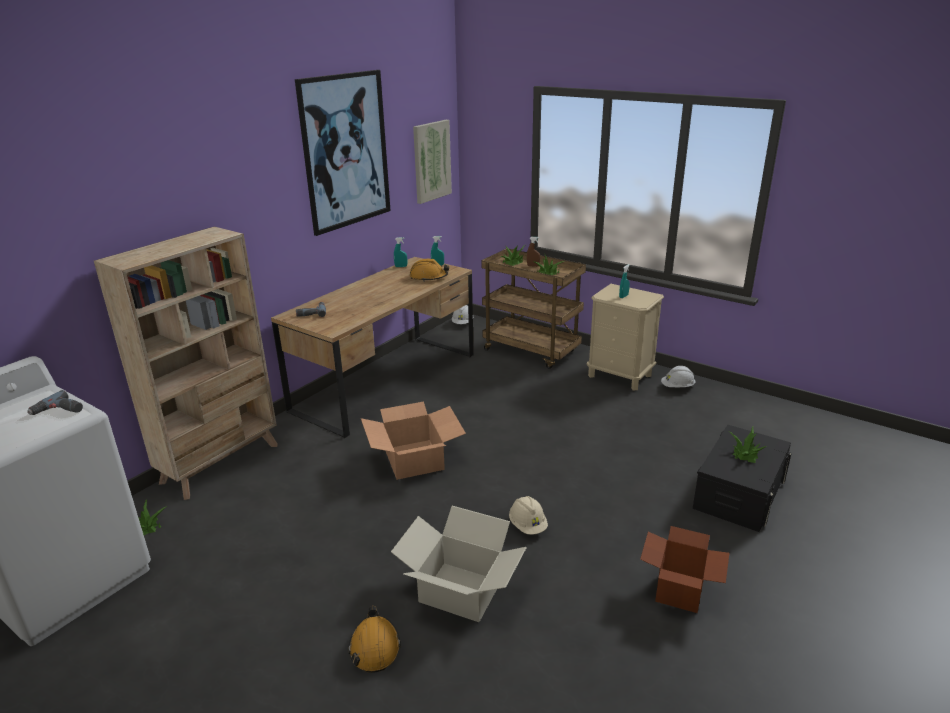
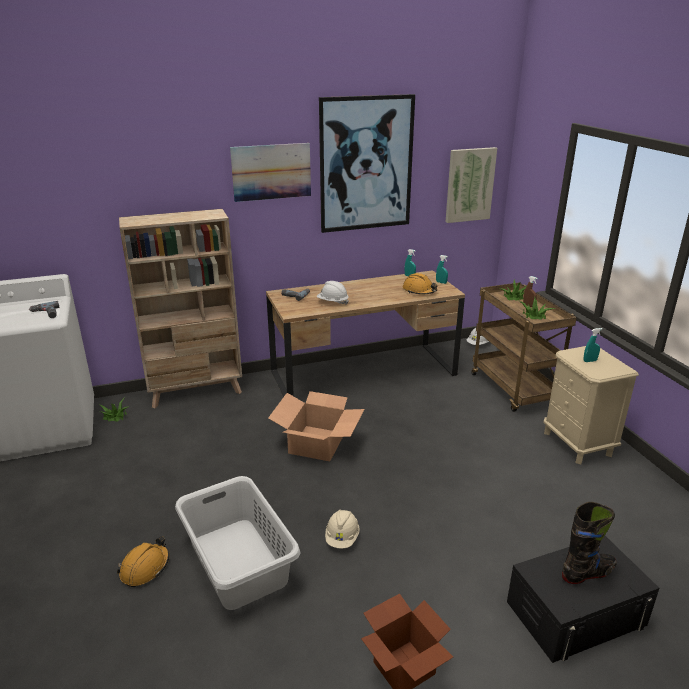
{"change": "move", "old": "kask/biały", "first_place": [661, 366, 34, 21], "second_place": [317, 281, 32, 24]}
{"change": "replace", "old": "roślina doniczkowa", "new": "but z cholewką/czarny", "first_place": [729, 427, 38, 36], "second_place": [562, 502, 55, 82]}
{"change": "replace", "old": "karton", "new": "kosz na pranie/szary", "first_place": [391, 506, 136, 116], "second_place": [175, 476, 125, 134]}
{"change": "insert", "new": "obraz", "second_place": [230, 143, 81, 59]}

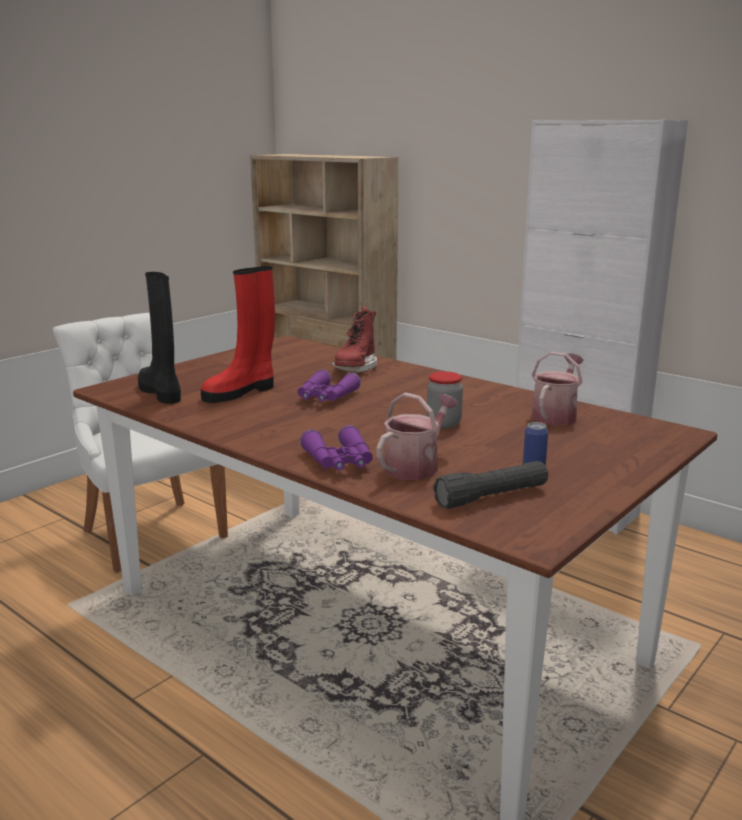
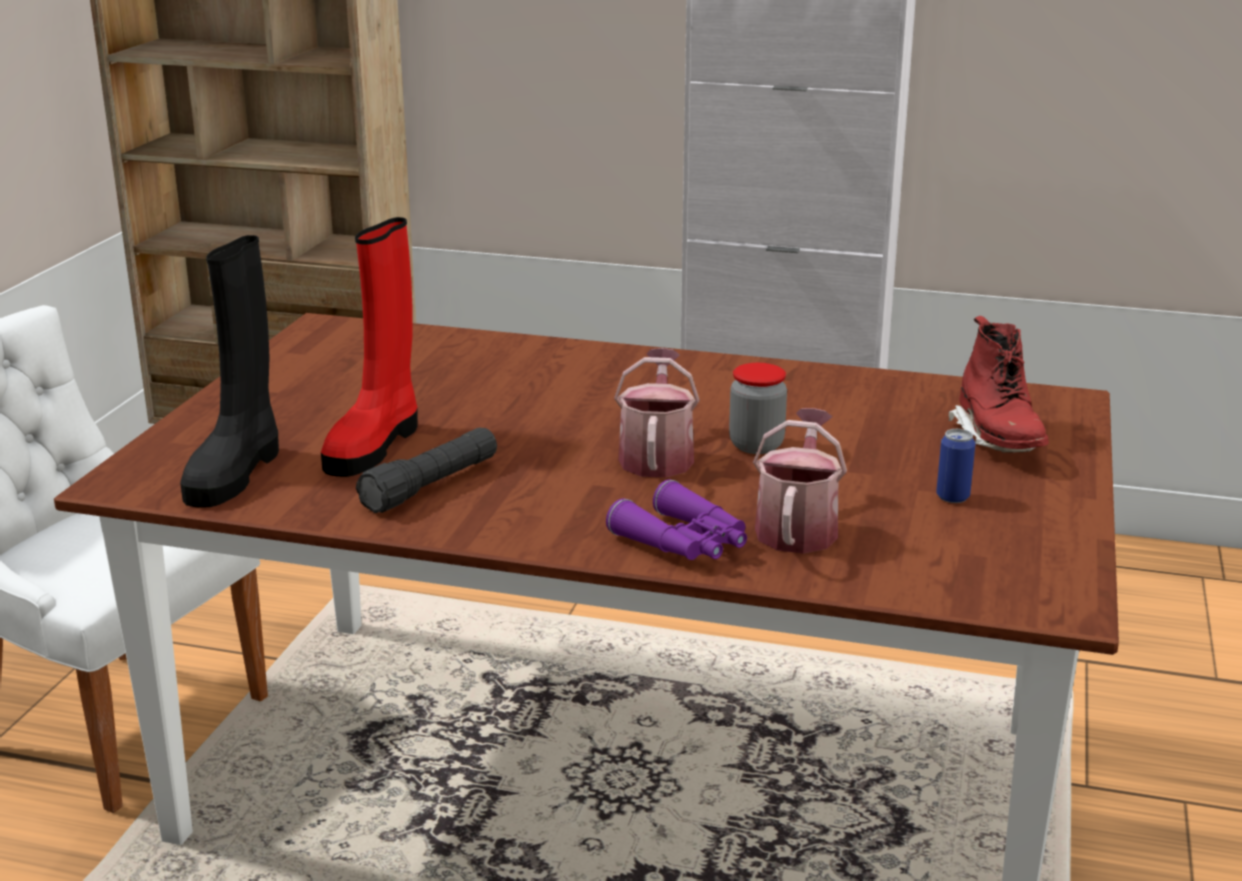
{"change": "rotate", "old": "but z cholewką/czarny", "first_place": [138, 272, 43, 132], "second_place": [180, 235, 99, 273], "degrees": -105}
{"change": "move", "old": "but z cholewką/czerwony", "first_place": [332, 307, 45, 66], "second_place": [948, 316, 101, 137]}
{"change": "move", "old": "konewka", "first_place": [531, 352, 53, 73], "second_place": [614, 348, 86, 130]}
{"change": "delete", "old": "lornetka/fioletowy", "first_place": [298, 370, 63, 32]}
{"change": "move", "old": "latarka/czarny", "first_place": [433, 461, 115, 48], "second_place": [356, 428, 141, 85]}

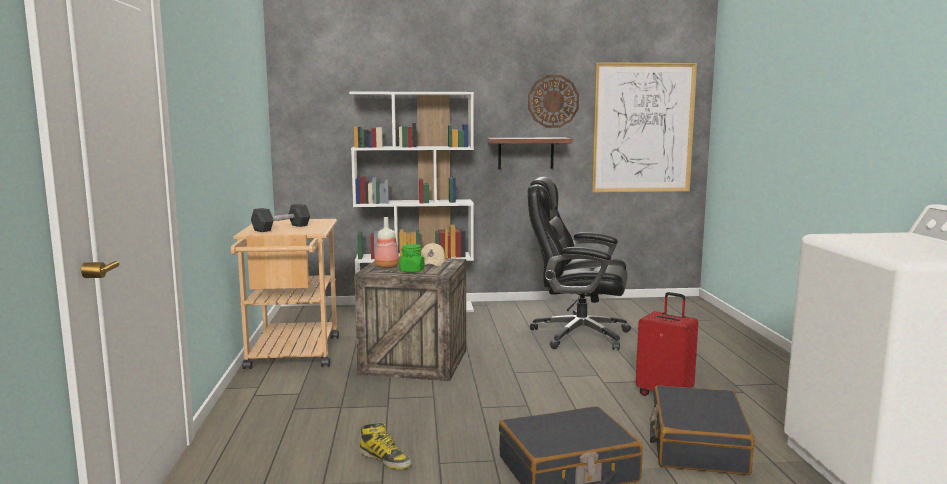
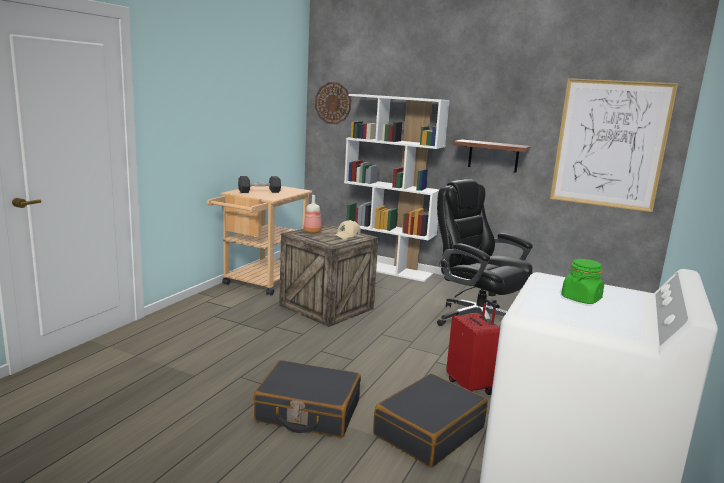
{"change": "move", "old": "zegar ścienny", "first_place": [528, 75, 51, 53], "second_place": [315, 82, 36, 42]}
{"change": "move", "old": "słoik/zielony", "first_place": [399, 244, 26, 29], "second_place": [561, 259, 43, 45]}
{"change": "delete", "old": "but z cholewką", "first_place": [359, 422, 53, 47]}

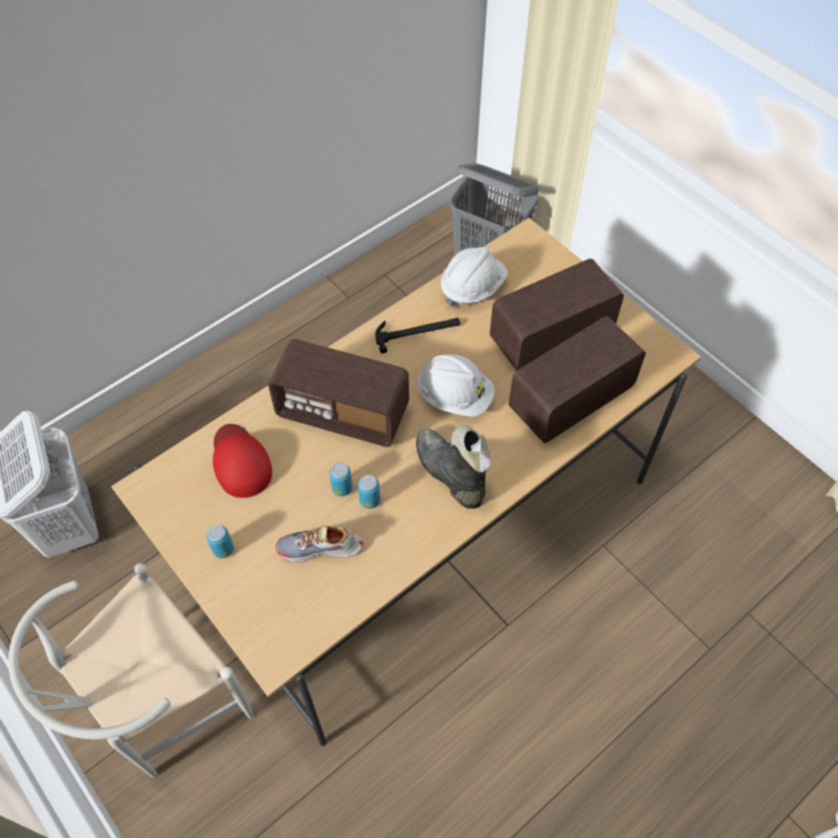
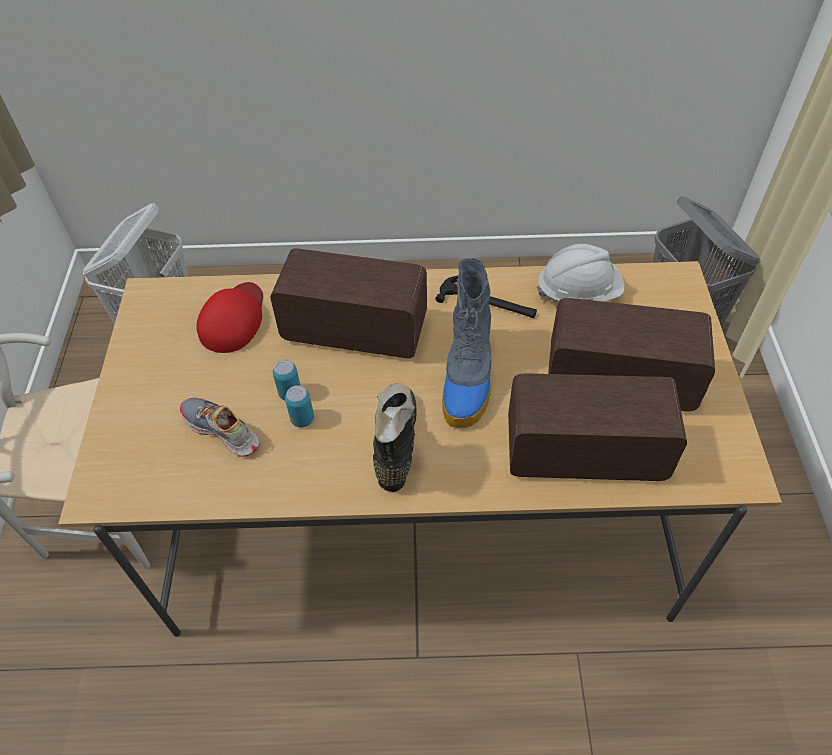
{"change": "rotate", "old": "radio", "first_place": [268, 339, 141, 108], "second_place": [270, 248, 157, 110], "degrees": 135}
{"change": "replace", "old": "kask/biały", "new": "but z cholewką", "first_place": [417, 354, 77, 63], "second_place": [442, 258, 49, 170]}
{"change": "delete", "old": "puszka", "first_place": [206, 524, 28, 34]}

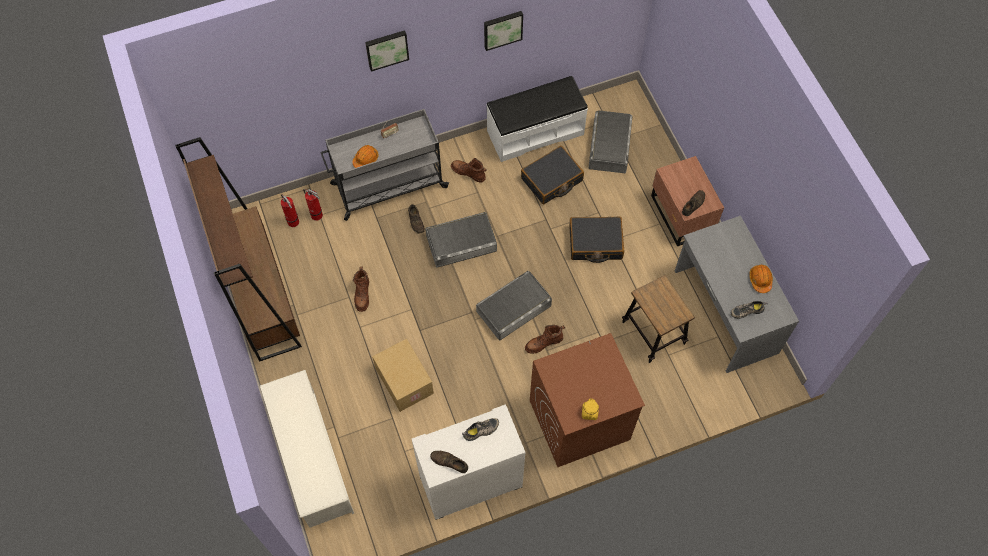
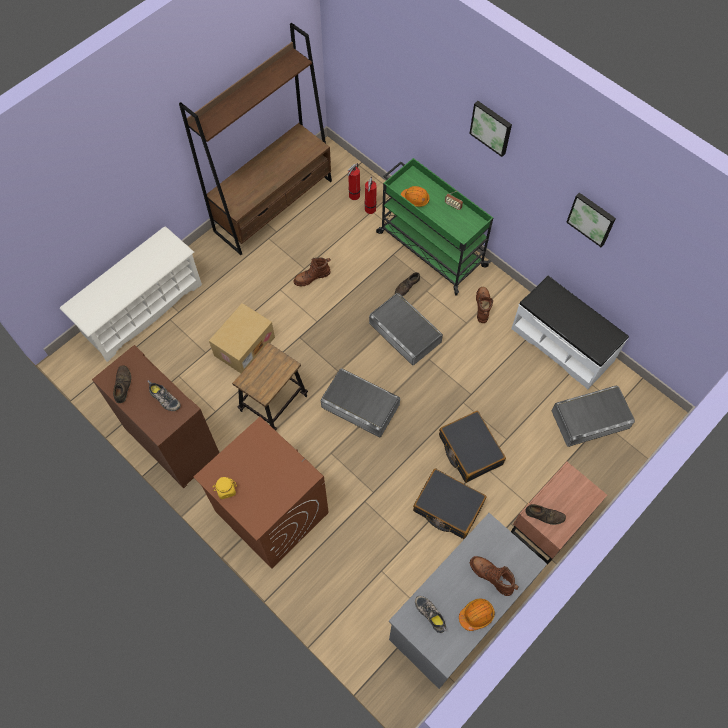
{"change": "recolor", "old": "wózek/szary", "new": "wózek/zielony", "first_place": [320, 109, 129, 112], "second_place": [376, 158, 117, 138]}
{"change": "move", "old": "walizka/czarny", "first_place": [521, 146, 63, 58], "second_place": [413, 468, 74, 71]}
{"change": "move", "old": "stołek", "first_place": [622, 275, 73, 88], "second_place": [232, 342, 76, 89]}
{"change": "move", "old": "but z cholewką/brązowy", "first_place": [525, 325, 40, 29], "second_place": [470, 556, 49, 40]}
{"change": "recolor", "old": "szafka/biały", "new": "szafka/brązowy", "first_place": [412, 404, 113, 116], "second_place": [92, 345, 127, 143]}

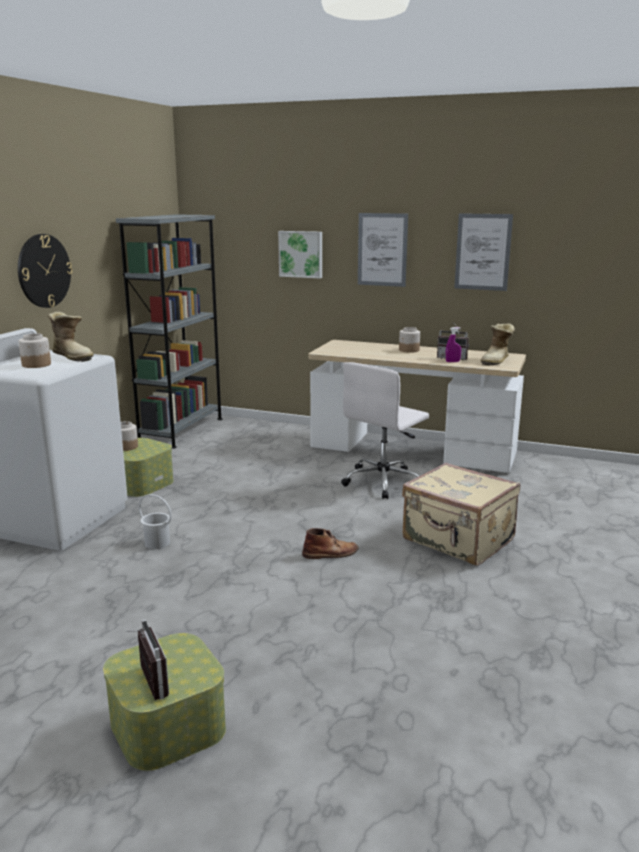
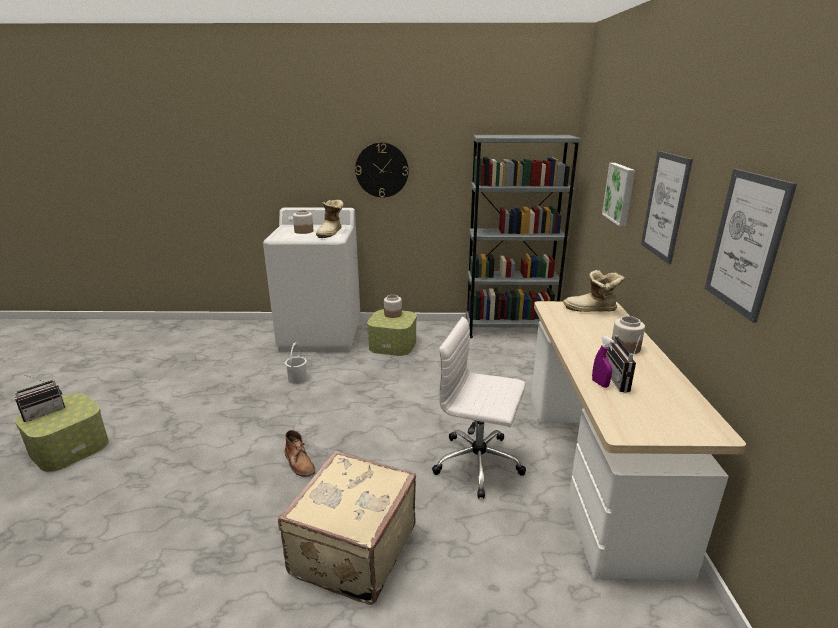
{"change": "move", "old": "but z cholewką", "first_place": [481, 323, 34, 43], "second_place": [563, 270, 62, 42]}

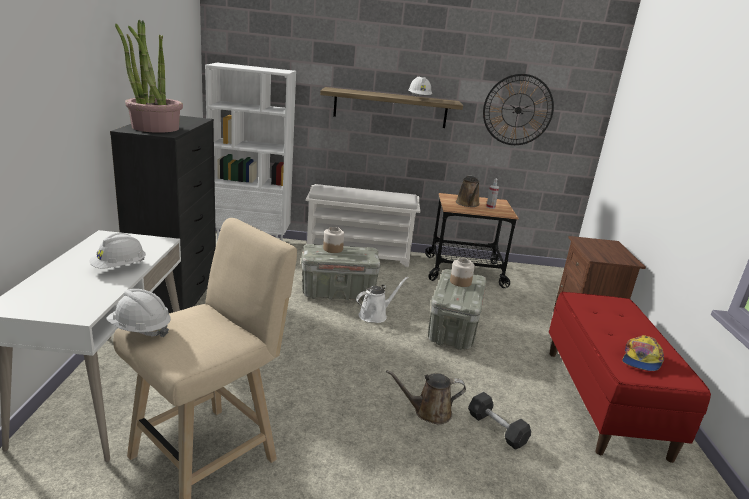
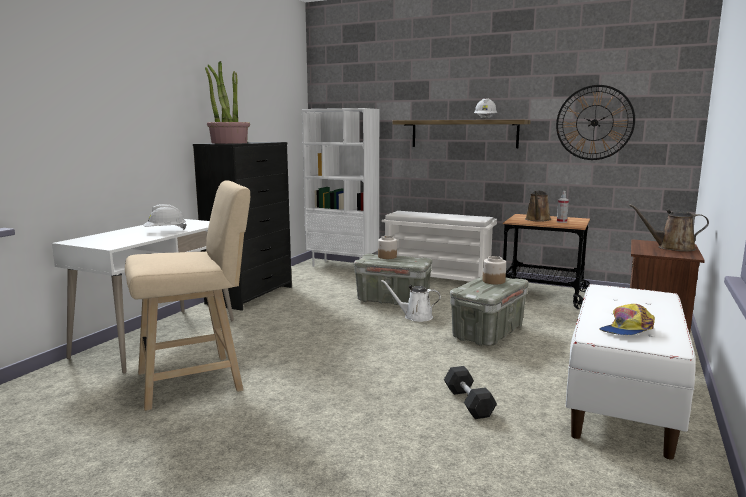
{"change": "rotate", "old": "konewka/biały", "first_place": [356, 276, 53, 47], "second_place": [381, 280, 60, 42], "degrees": -150}
{"change": "delete", "old": "kask/biały", "first_place": [106, 289, 65, 48]}
{"change": "recolor", "old": "ławka/czerwony", "new": "ławka/biały", "first_place": [549, 292, 162, 171], "second_place": [566, 284, 130, 176]}
{"change": "move", "old": "konewka/brązowy", "first_place": [386, 370, 80, 54], "second_place": [629, 204, 80, 47]}

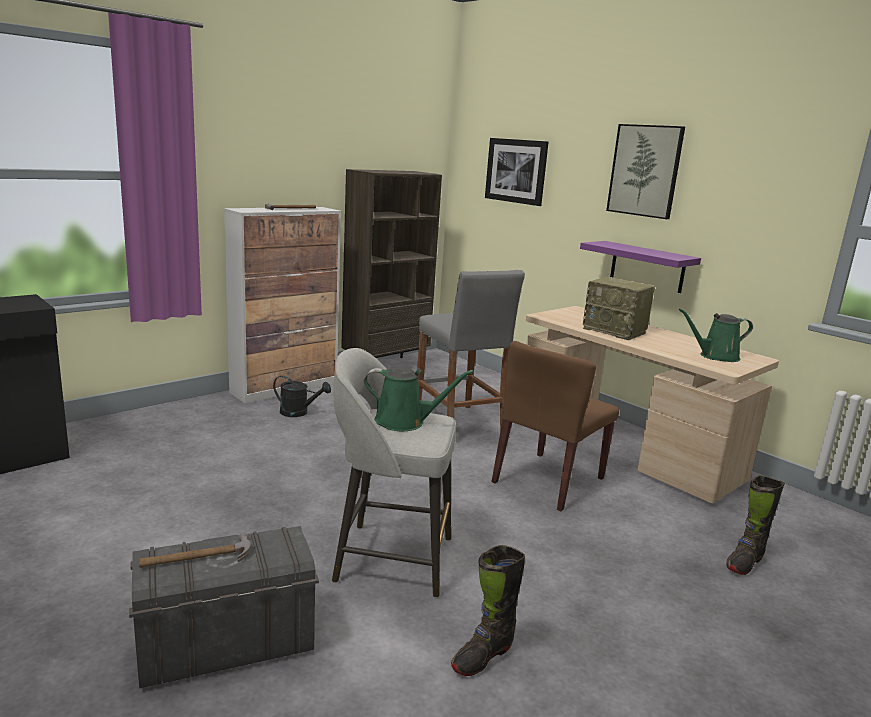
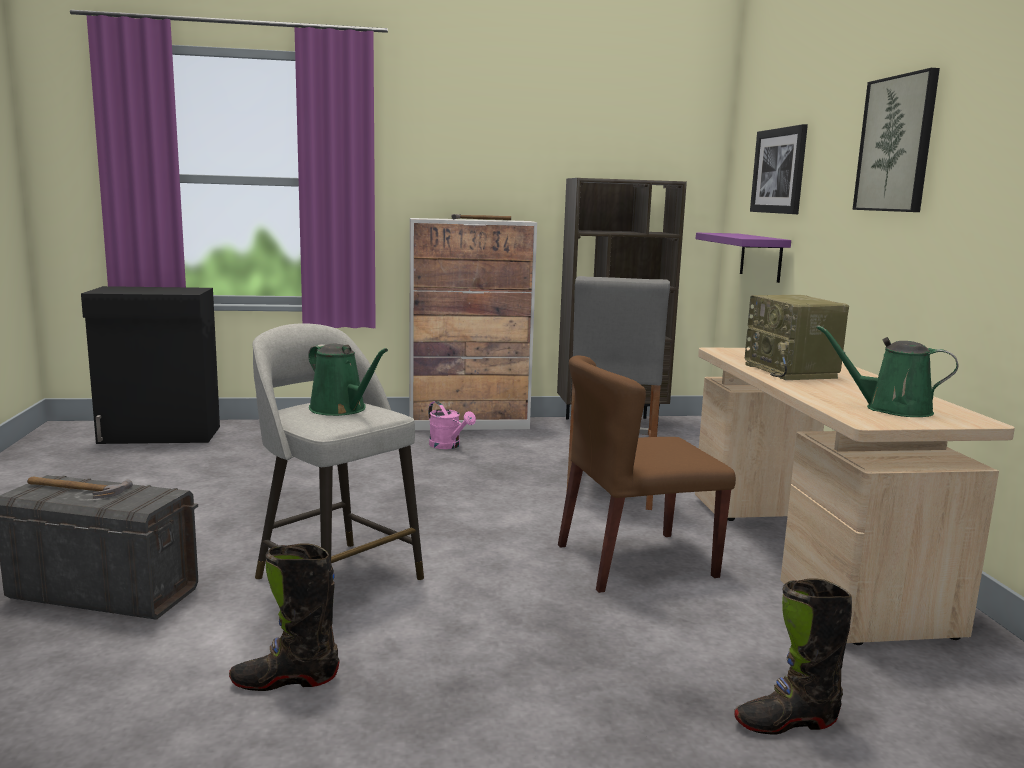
{"change": "move", "old": "półka/fioletowy", "first_place": [580, 241, 121, 52], "second_place": [696, 233, 95, 50]}
{"change": "recolor", "old": "konewka/czarny", "new": "konewka/różowy", "first_place": [273, 376, 58, 41], "second_place": [428, 401, 48, 48]}

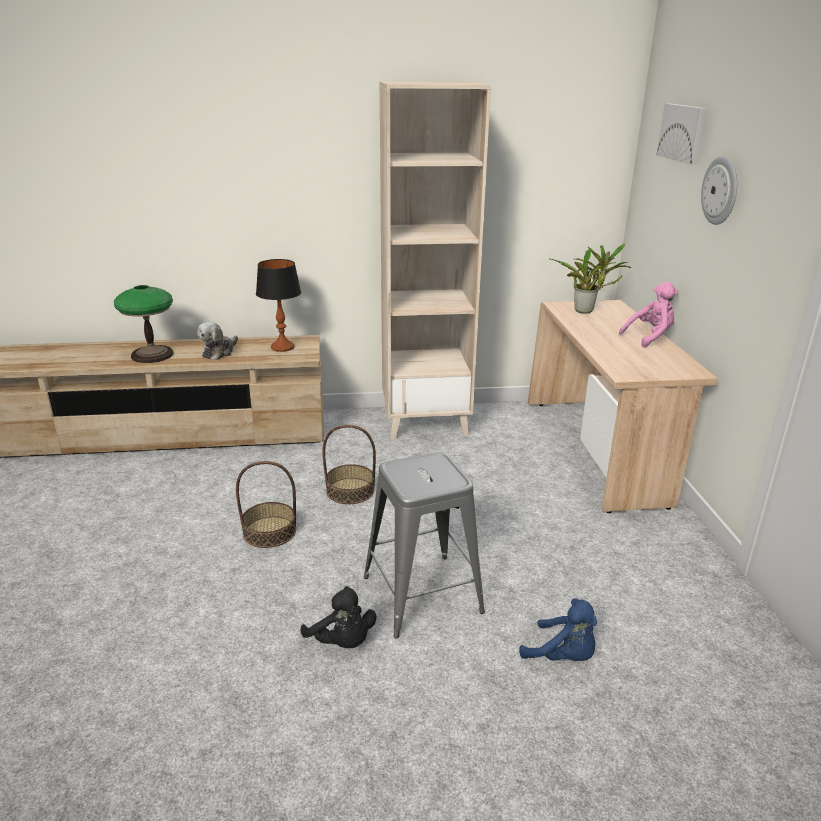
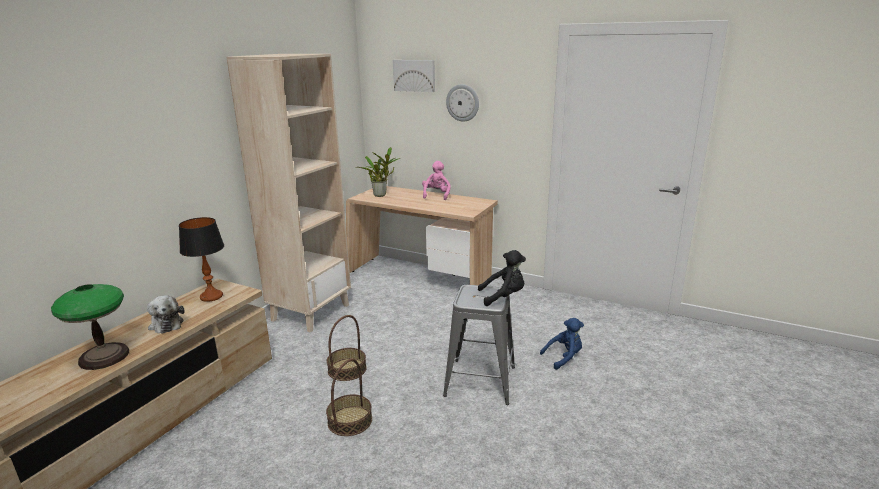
{"change": "move", "old": "pluszak/czarny", "first_place": [301, 586, 75, 62], "second_place": [478, 250, 48, 56]}

